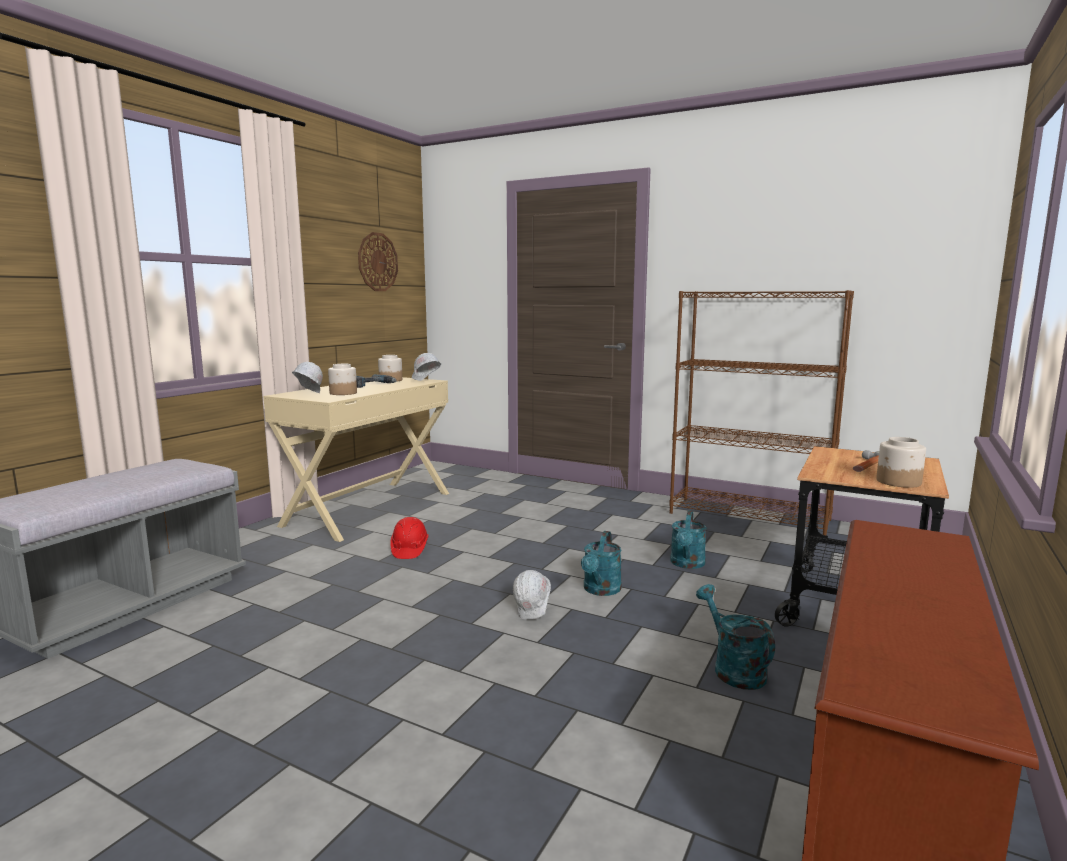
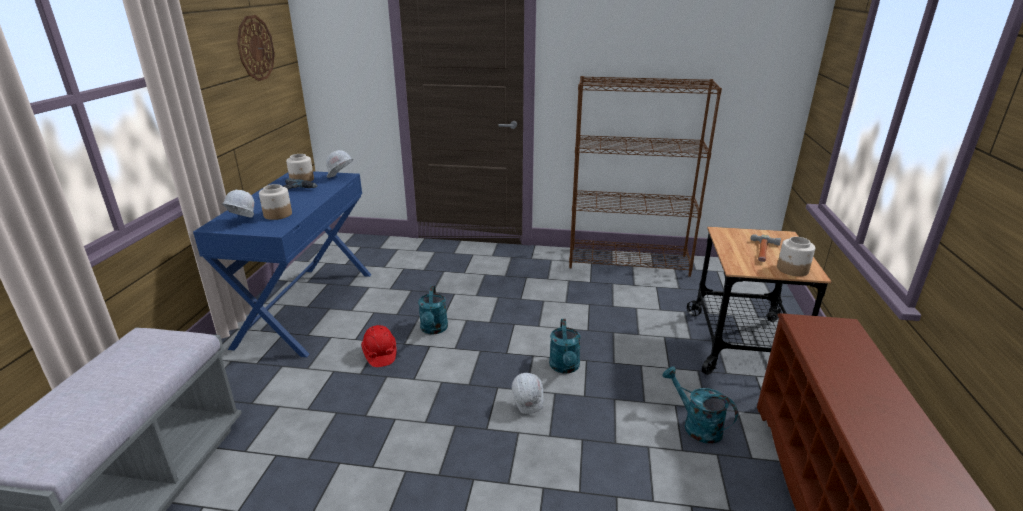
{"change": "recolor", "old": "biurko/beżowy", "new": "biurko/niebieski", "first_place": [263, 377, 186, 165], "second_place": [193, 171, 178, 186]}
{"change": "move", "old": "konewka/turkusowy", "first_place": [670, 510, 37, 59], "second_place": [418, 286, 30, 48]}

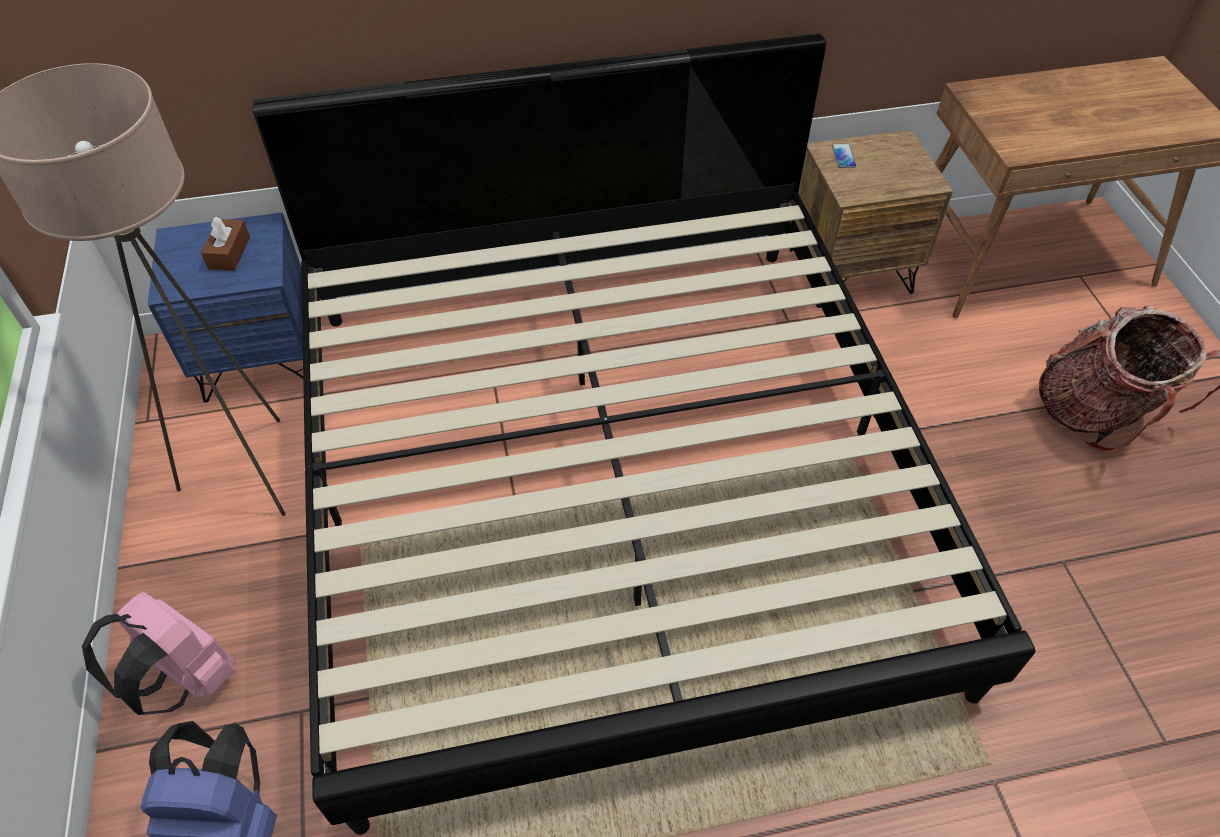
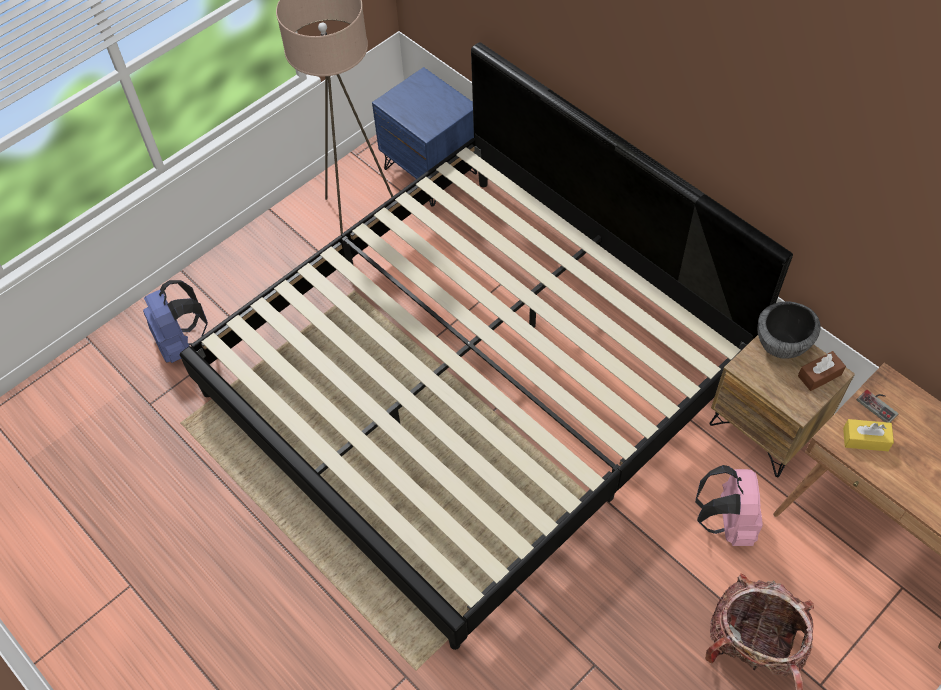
{"change": "replace", "old": "telefon", "new": "miska", "first_place": [832, 143, 24, 25], "second_place": [758, 301, 62, 57]}
{"change": "move", "old": "pudełko chusteczek/brązowy", "first_place": [201, 217, 49, 54], "second_place": [798, 351, 48, 40]}
{"change": "move", "old": "plecak/różowy", "first_place": [82, 592, 153, 123], "second_place": [695, 465, 68, 81]}
{"change": "insert", "new": "pad do gier", "second_place": [857, 390, 42, 33]}
{"change": "insert", "new": "pudełko chusteczek/żółty", "second_place": [843, 419, 51, 32]}

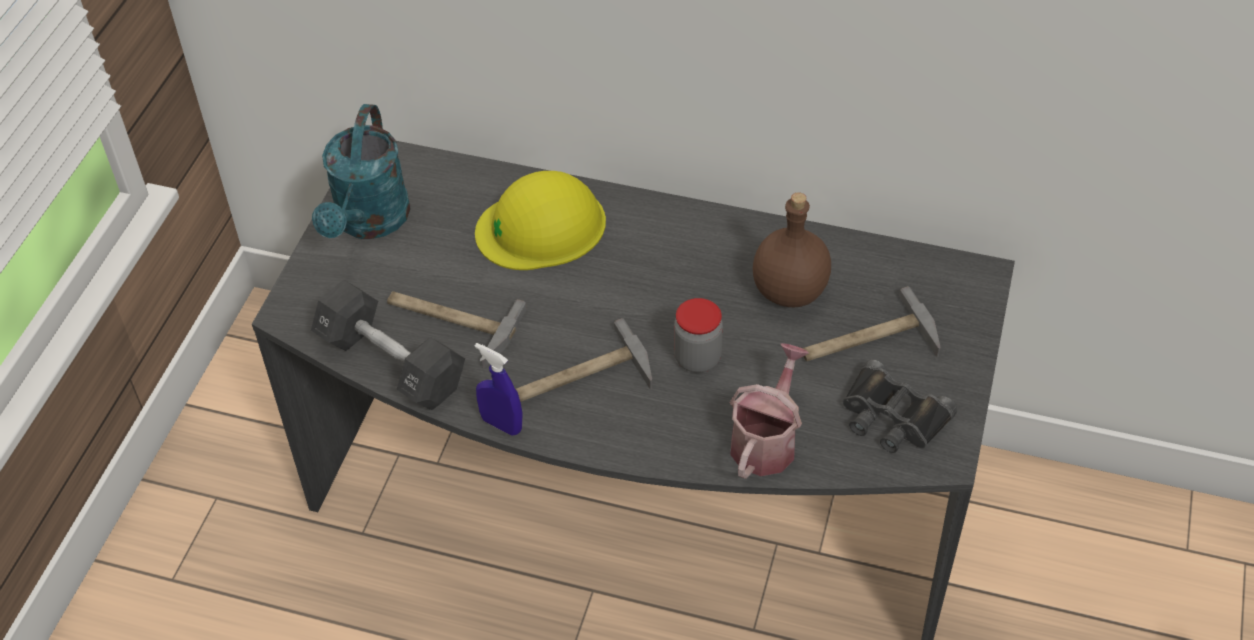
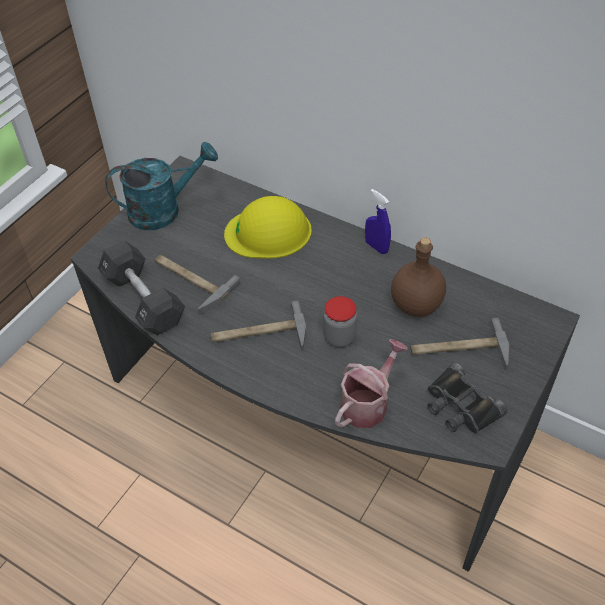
{"change": "rotate", "old": "konewka/turkusowy", "first_place": [312, 104, 99, 135], "second_place": [105, 142, 113, 88], "degrees": -135}
{"change": "move", "old": "spryskiwacz/niebieski", "first_place": [475, 343, 47, 93], "second_place": [365, 189, 26, 65]}

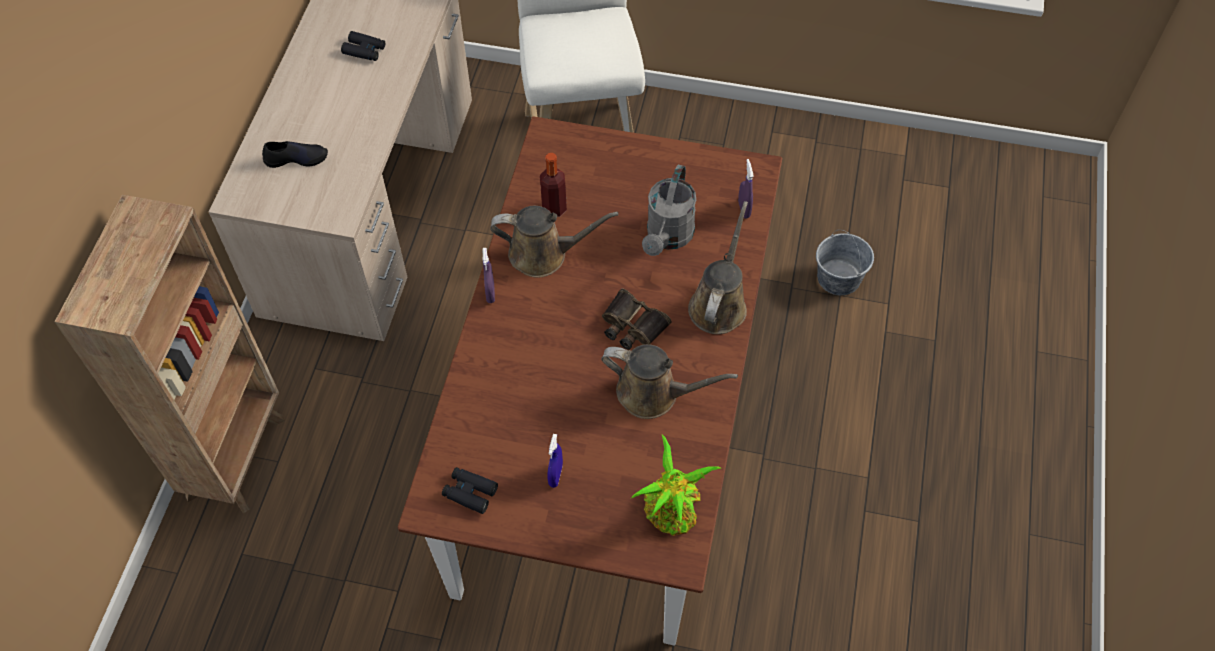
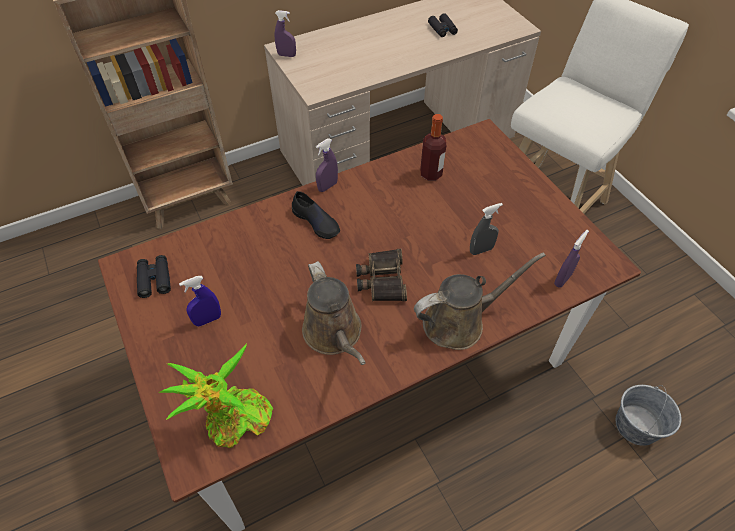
{"change": "move", "old": "but/czarny", "first_place": [262, 141, 66, 27], "second_place": [292, 191, 48, 48]}
{"change": "replace", "old": "konewka/szary", "new": "spryskiwacz/szary", "first_place": [642, 165, 54, 91], "second_place": [470, 203, 33, 52]}
{"change": "delete", "old": "konewka/brązowy", "first_place": [490, 206, 129, 72]}
{"change": "insert", "new": "spryskiwacz/fioletowy", "second_place": [275, 10, 21, 47]}

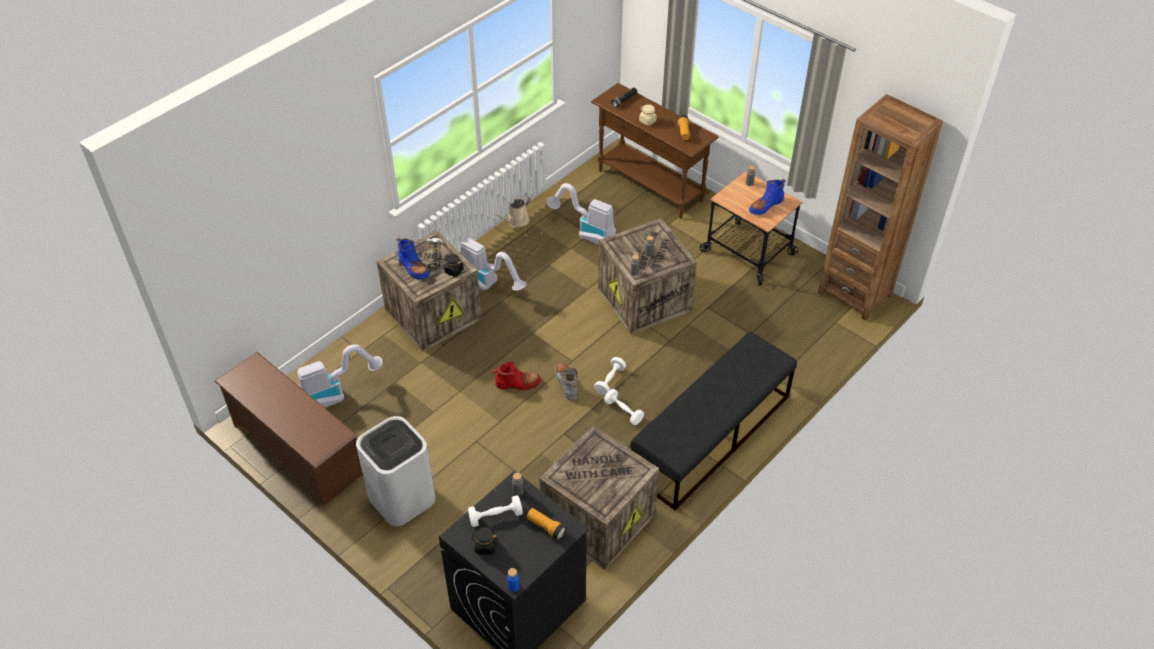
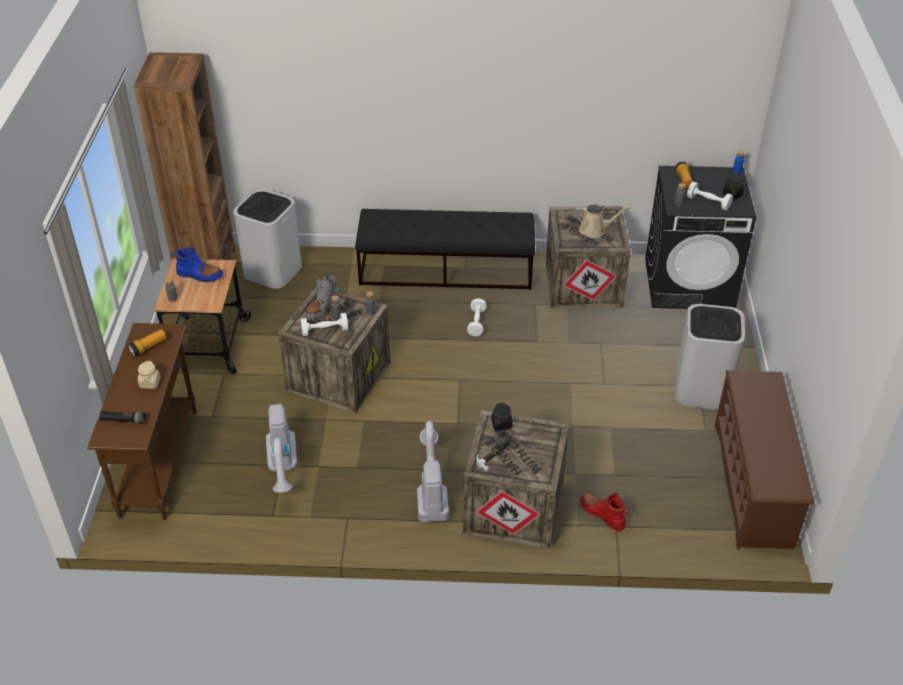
{"change": "move", "old": "konewka/beżowy", "first_place": [494, 196, 37, 32], "second_place": [574, 205, 58, 33]}
{"change": "delete", "old": "but z cholewką/niebieski", "first_place": [396, 238, 33, 41]}
{"change": "delete", "old": "odkurzacz", "first_place": [297, 344, 86, 64]}
{"change": "move", "old": "hantel/biały", "first_place": [594, 357, 32, 38], "second_place": [301, 313, 47, 23]}
{"change": "move", "old": "but z cholewką/czerwony", "first_place": [493, 361, 48, 29], "second_place": [580, 493, 49, 38]}
{"change": "move", "old": "but z cholewką/szary", "first_place": [555, 363, 23, 38], "second_place": [304, 273, 36, 47]}
{"change": "insert", "new": "kosz na śmieci/biały", "second_place": [233, 189, 69, 100]}

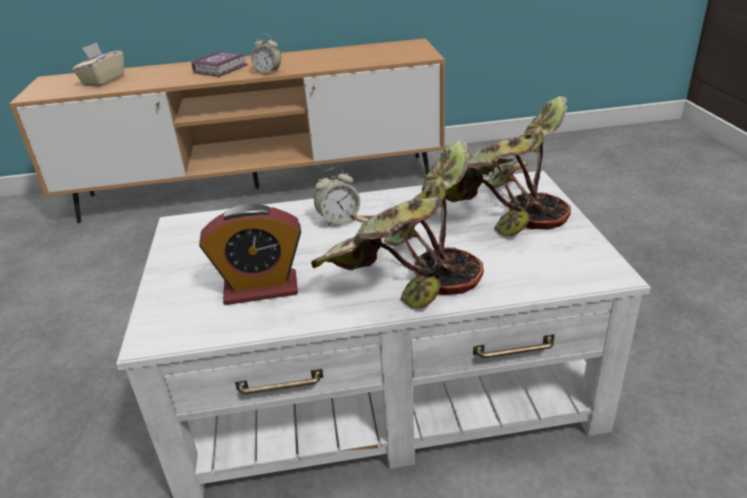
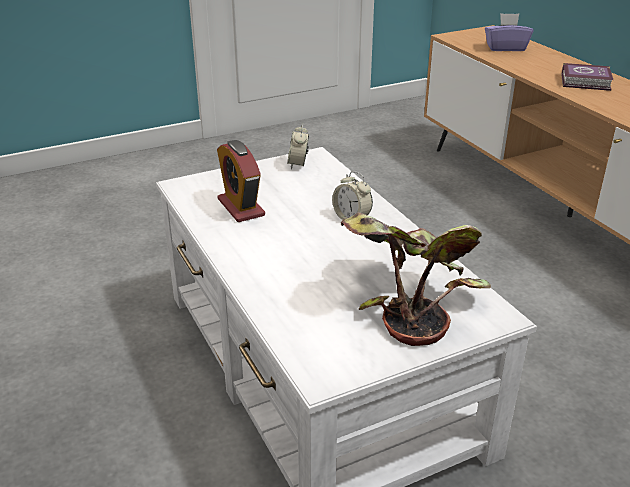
{"change": "move", "old": "budzik", "first_place": [251, 34, 30, 40], "second_place": [287, 123, 22, 46]}
{"change": "recolor", "old": "pudełko chusteczek/beżowy", "new": "pudełko chusteczek/fioletowy", "first_place": [72, 42, 52, 44], "second_place": [485, 13, 48, 38]}
{"change": "delete", "old": "roślina doniczkowa", "first_place": [311, 141, 173, 168]}

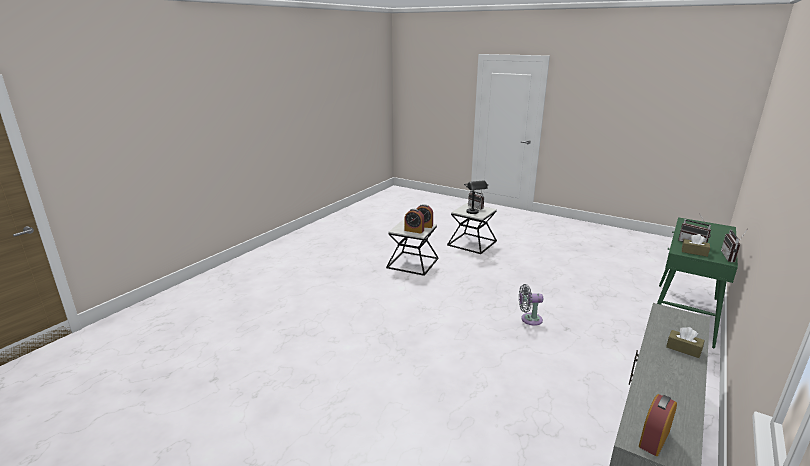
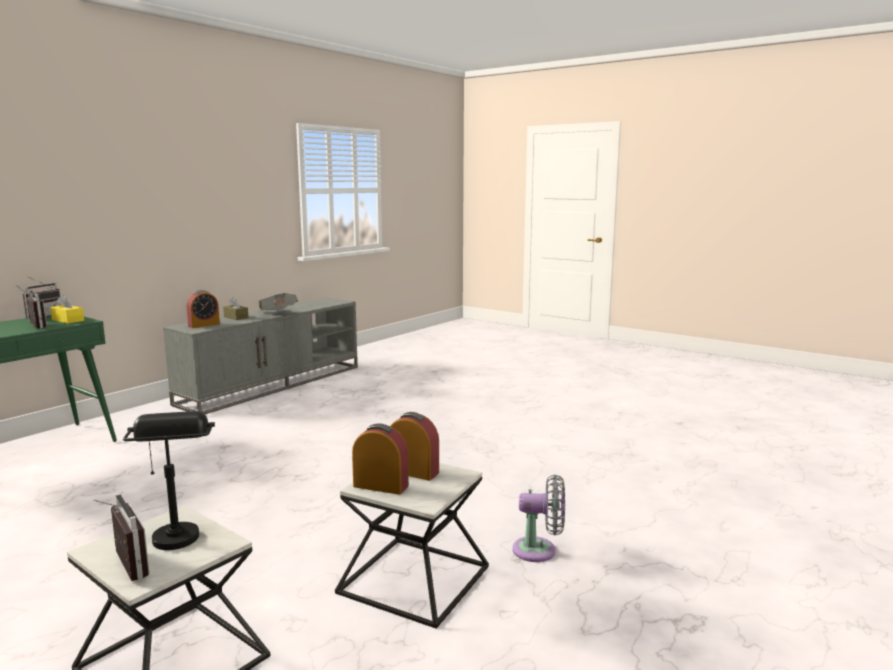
{"change": "recolor", "old": "pudełko chusteczek/brązowy", "new": "pudełko chusteczek/żółty", "first_place": [682, 234, 28, 23], "second_place": [50, 295, 34, 29]}
{"change": "move", "old": "wentylator/szary", "first_place": [519, 284, 24, 42], "second_place": [512, 475, 53, 87]}
{"change": "move", "old": "budzik", "first_place": [639, 394, 38, 62], "second_place": [186, 290, 34, 38]}
{"change": "insert", "new": "gazeta", "second_place": [259, 293, 39, 17]}

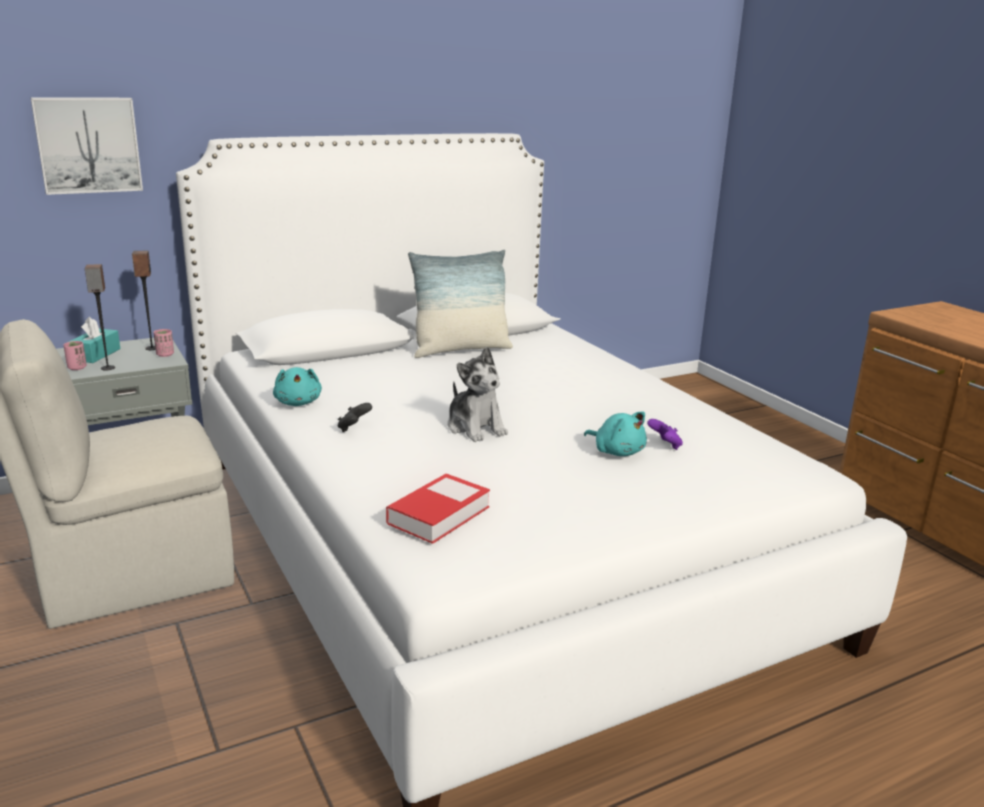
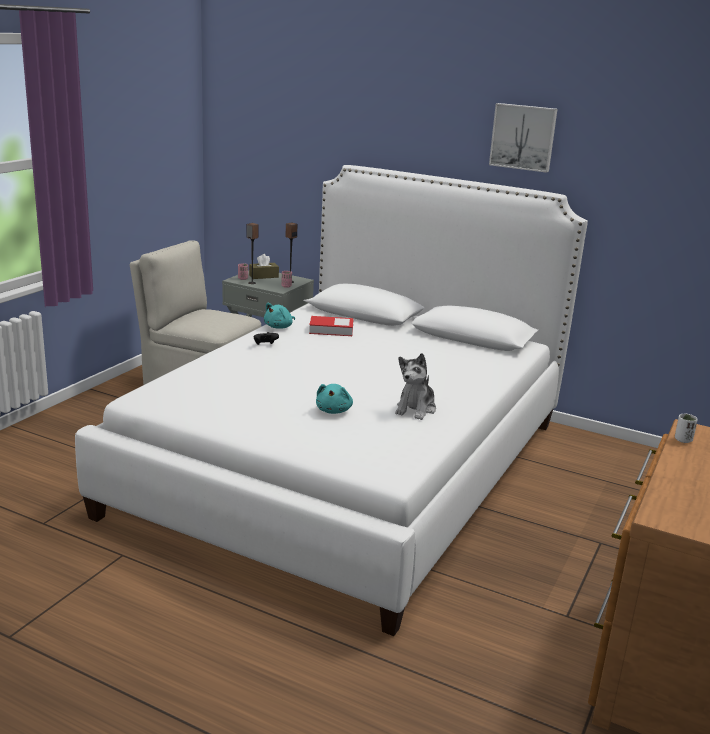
{"change": "move", "old": "obraz", "first_place": [30, 97, 113, 98], "second_place": [489, 103, 69, 70]}
{"change": "delete", "old": "poduszka", "first_place": [408, 250, 105, 108]}
{"change": "recolor", "old": "pudełko chusteczek/turkusowy", "new": "pudełko chusteczek/brązowy", "first_place": [69, 317, 51, 46], "second_place": [249, 254, 30, 25]}
{"change": "move", "old": "pluszak", "first_place": [447, 347, 61, 95], "second_place": [395, 353, 41, 67]}
{"change": "delete", "old": "pad do gier/fioletowy", "first_place": [647, 419, 36, 31]}
{"change": "move", "old": "książka", "first_place": [386, 473, 104, 71], "second_place": [309, 316, 45, 20]}
{"change": "insert", "new": "filiżanka/biały", "second_place": [675, 414, 23, 29]}

